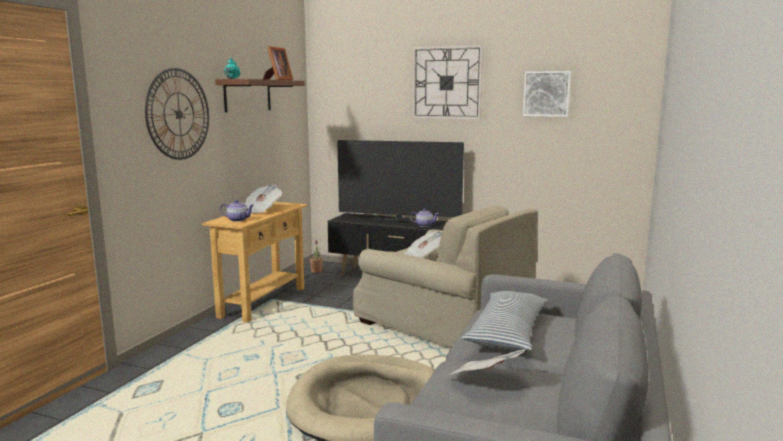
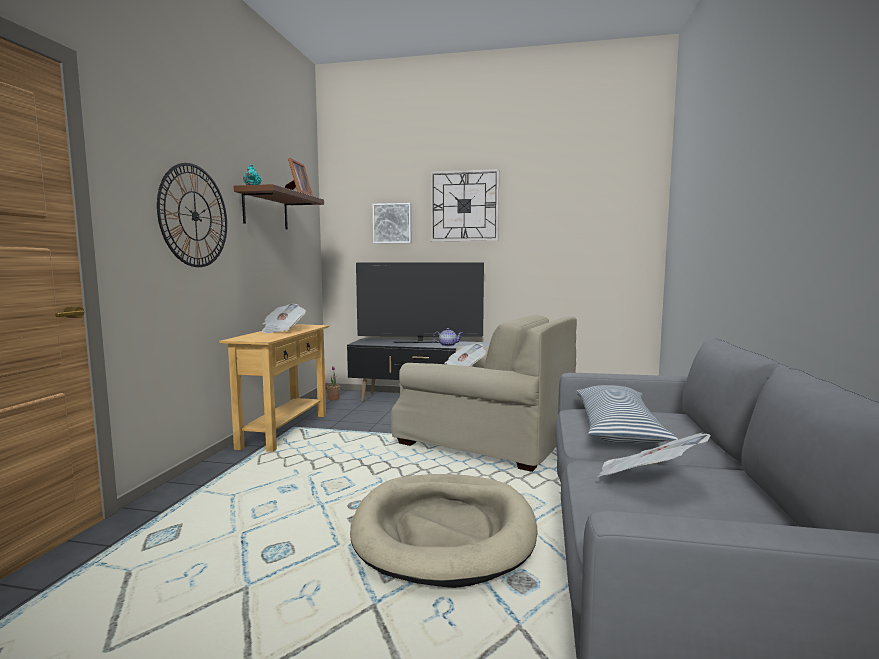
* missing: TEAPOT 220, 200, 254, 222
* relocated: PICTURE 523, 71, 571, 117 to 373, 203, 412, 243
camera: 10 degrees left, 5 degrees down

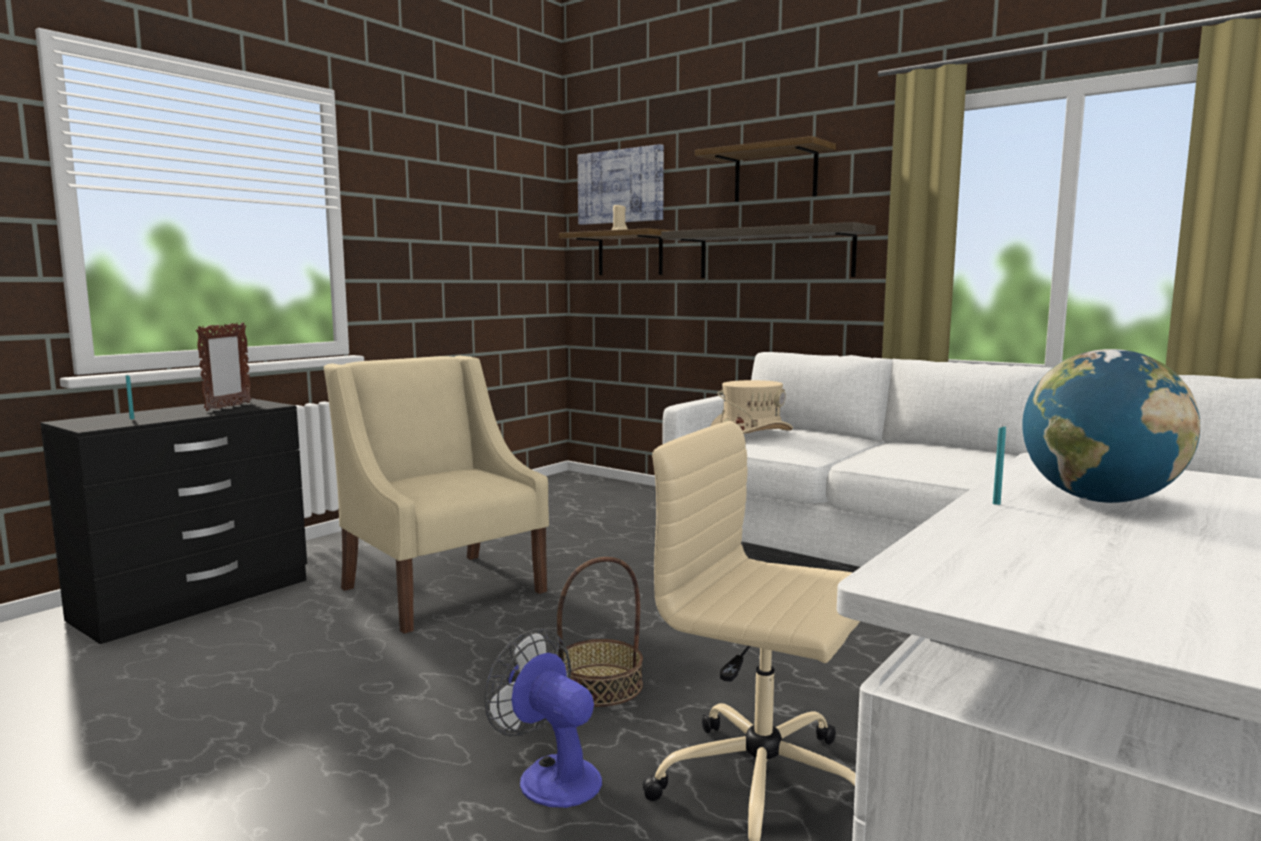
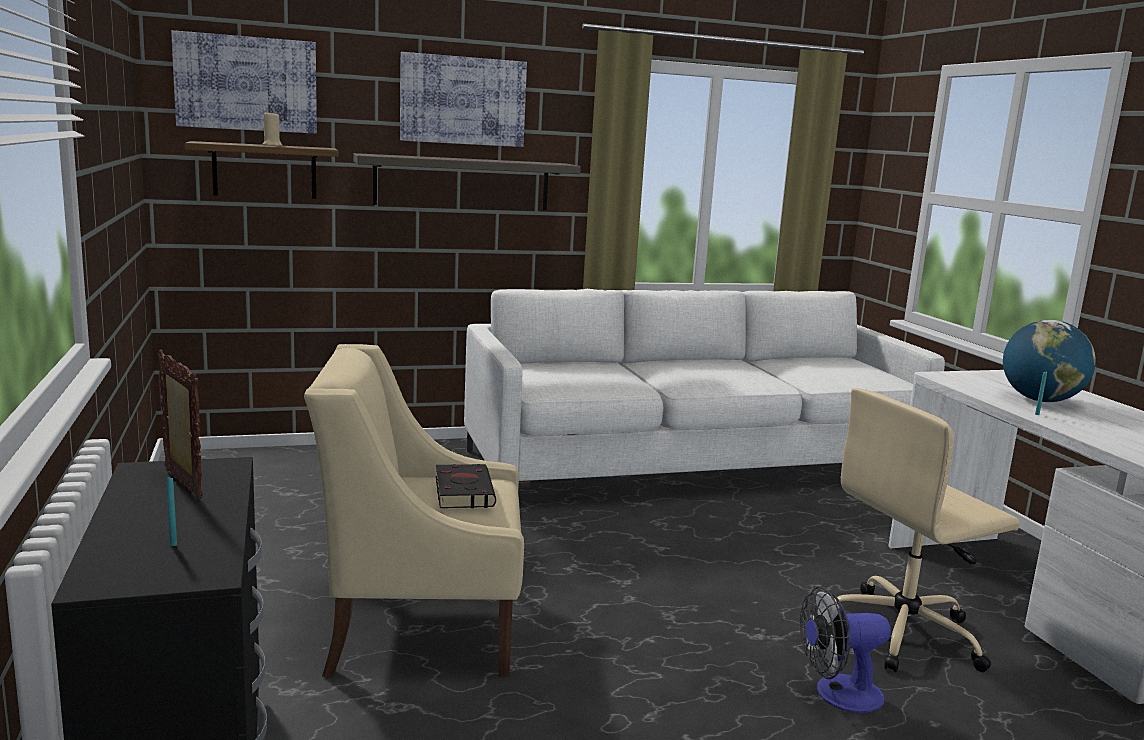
* missing: BASKET 557, 557, 643, 707
* missing: BEIGE HAT 711, 380, 793, 434
* appeared: BLACK BOOK 436, 464, 496, 508
* exchanged: SHELF 695, 136, 836, 202 to PICTURE 400, 52, 527, 147
camera: 55 degrees left, 5 degrees up

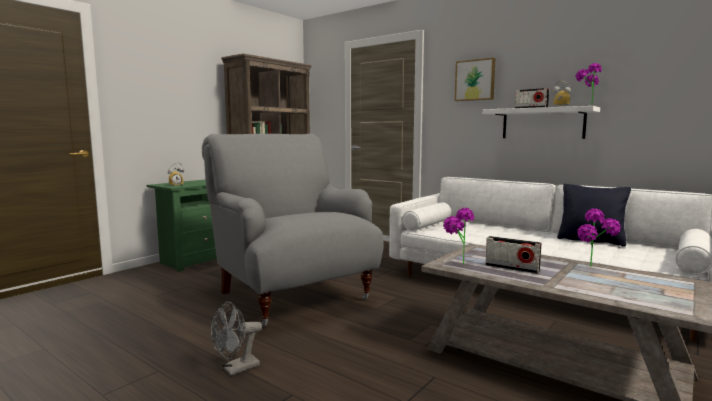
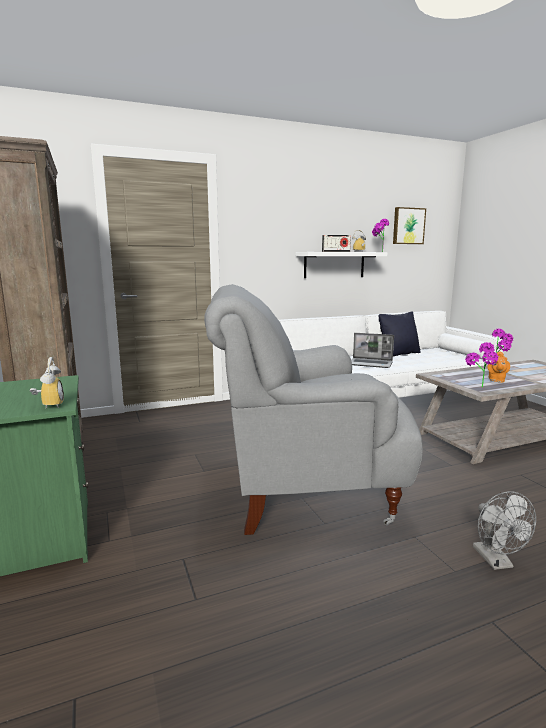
* appeared: LAPTOP 351, 333, 394, 368
* relocated: PICTURE 455, 58, 496, 101 to 393, 207, 426, 244
* exchanged: RADIO 485, 236, 542, 274 to ORANGE TEAPOT 487, 351, 510, 383
camera: 60 degrees left, 5 degrees up

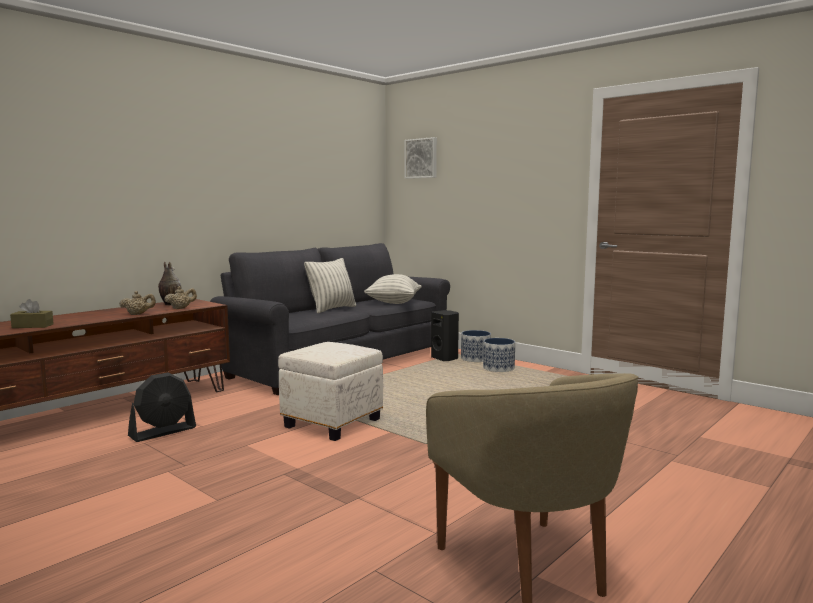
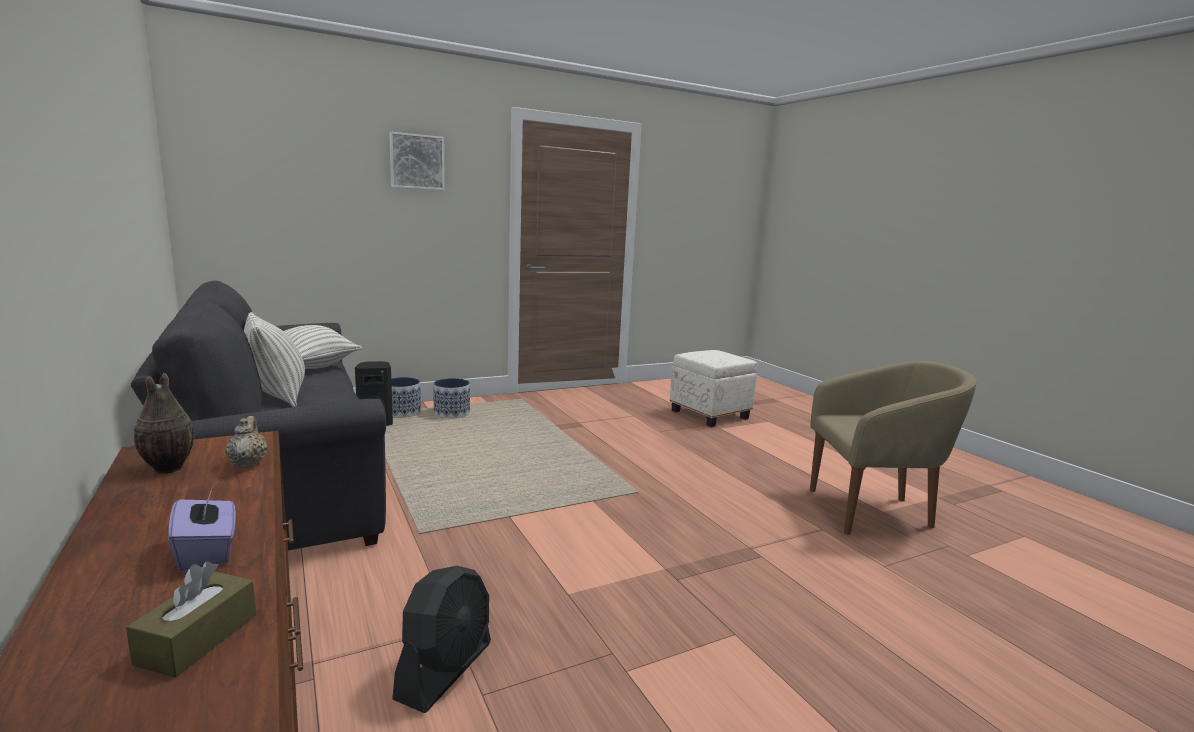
* missing: BEIGE TEAPOT 119, 291, 156, 315
* appeared: PURPLE TISSUE BOX 168, 487, 236, 572
* relocated: WHITE OTTOMAN 278, 342, 383, 441 to 670, 350, 758, 427
* relocated: PICTURE 404, 137, 437, 179 to 389, 132, 445, 190
* spun: BLACK FAN 128, 372, 196, 442 = 392, 566, 491, 713 45 degrees clockwise
camera: 70 degrees left, 5 degrees up

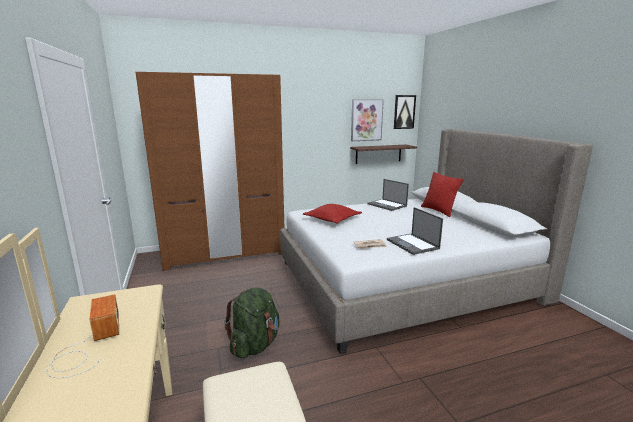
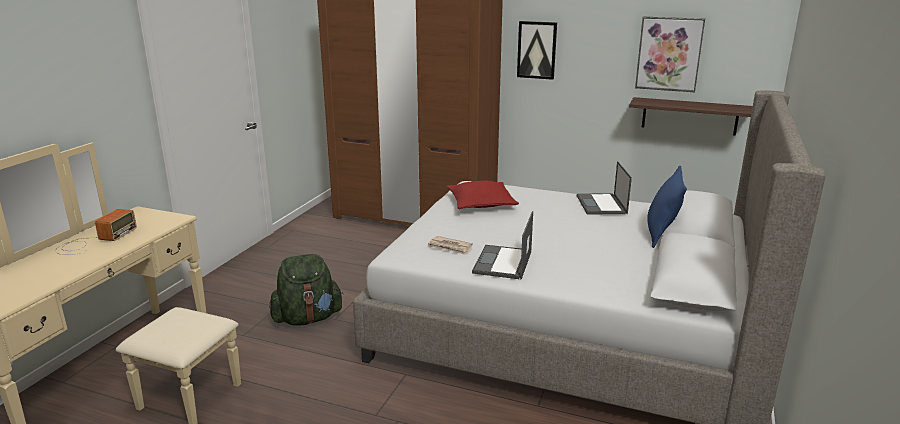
* relocated: PICTURE 394, 95, 416, 129 to 517, 21, 557, 80
* colour: RED PILLOW 421, 172, 464, 217 to BLUE PILLOW 647, 166, 687, 248
camera: 40 degrees right, 5 degrees up

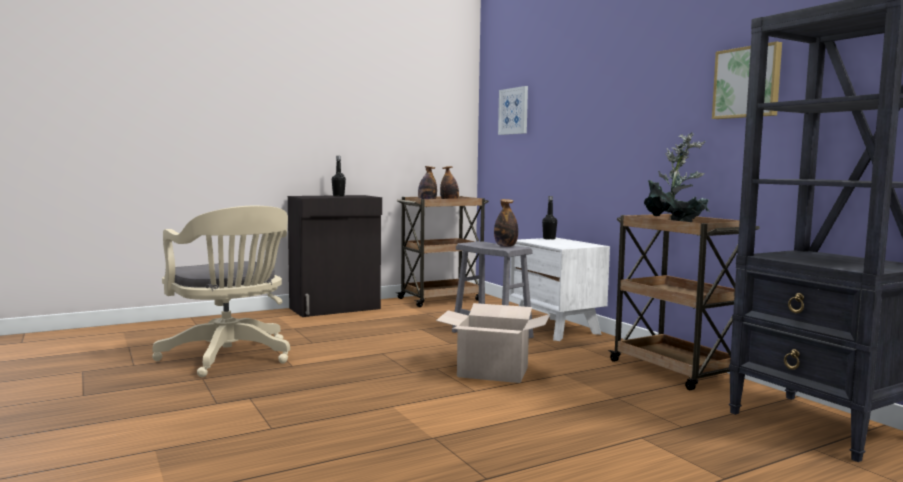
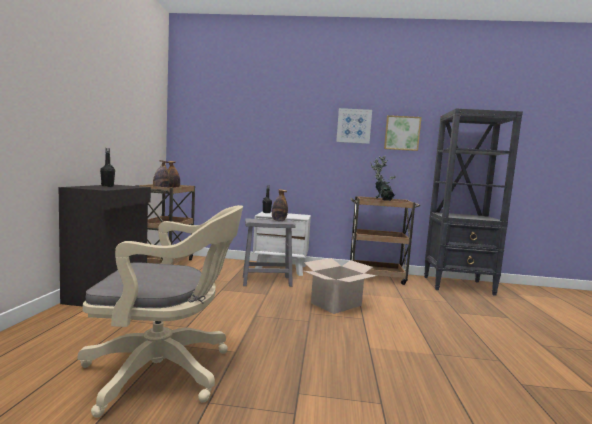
* relocated: PICTURE 498, 86, 528, 135 to 336, 108, 372, 144
camera: 55 degrees left, 0 degrees up

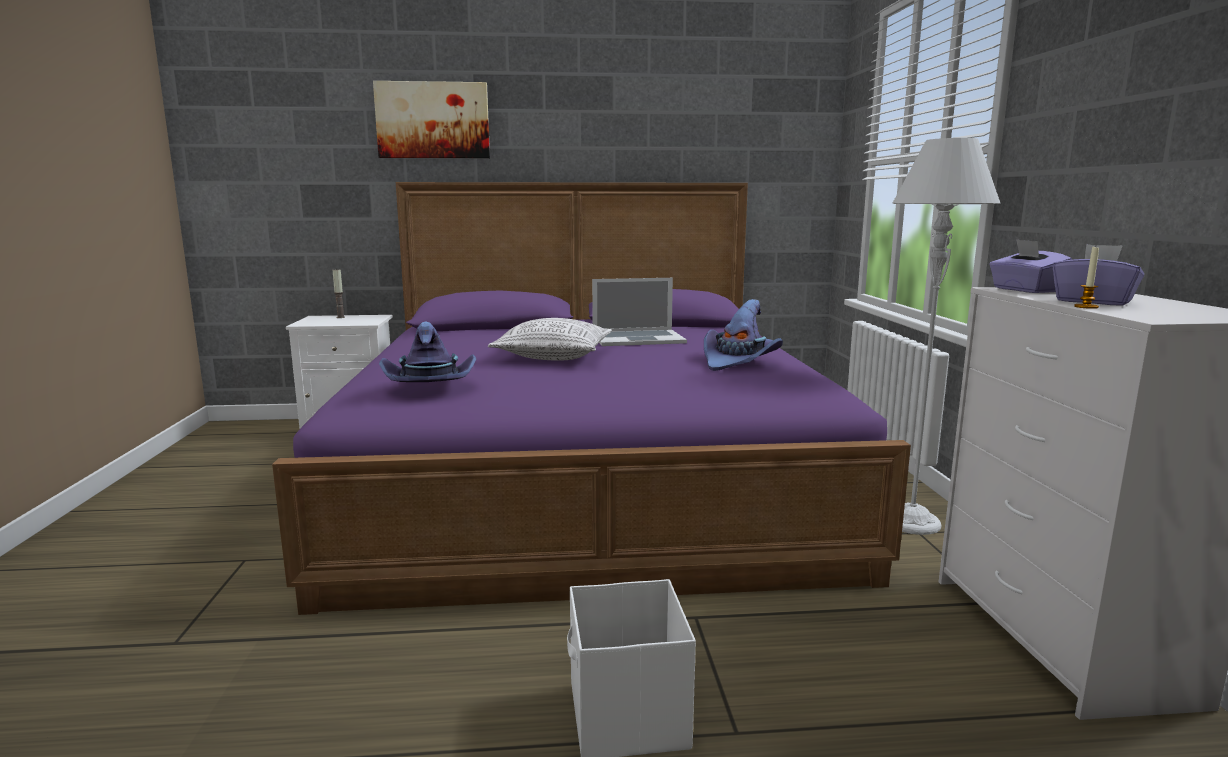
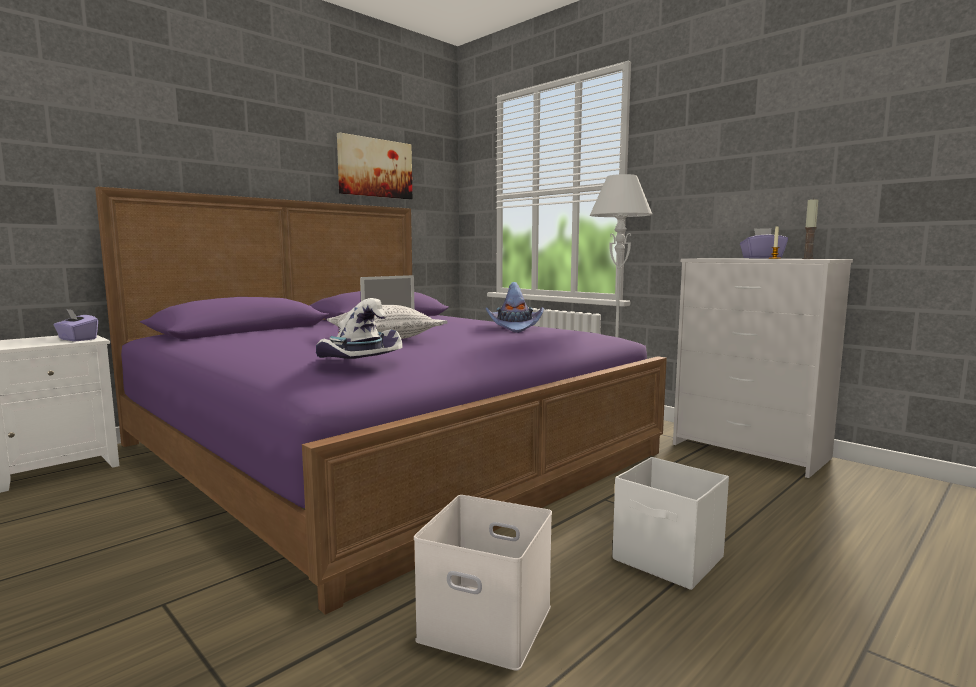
* appeared: WHITE STORAGE BOX 414, 495, 552, 671
* relocated: CANDLE 333, 268, 345, 318 to 803, 198, 818, 259
* relocated: PICTURE 373, 81, 490, 158 to 337, 132, 413, 199
* relocated: PURPLE TISSUE BOX 989, 239, 1072, 293 to 53, 309, 98, 341
* colour: PURPLE HAT 379, 321, 476, 382 to WHITE HAT 316, 298, 403, 359
camera: 40 degrees left, 5 degrees down

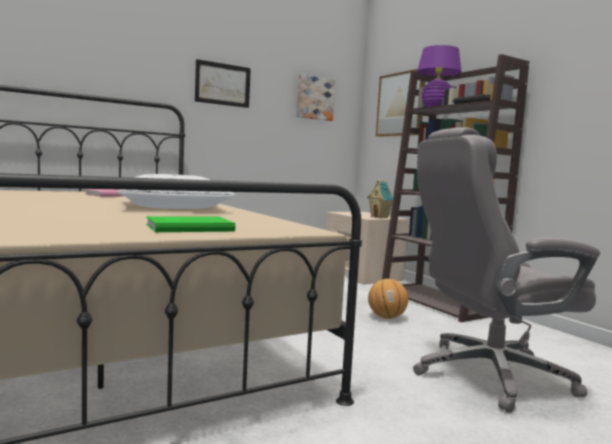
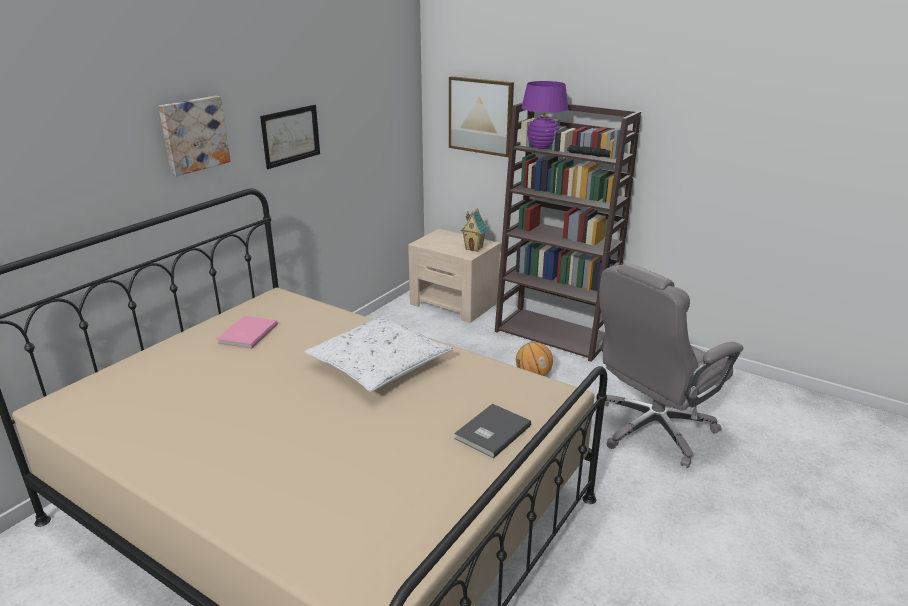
* relocated: PICTURE 297, 74, 335, 121 to 159, 96, 231, 176
* colour: GREEN BOOK 146, 216, 235, 232 to GREY BOOK 454, 404, 531, 459
camera: 25 degrees left, 20 degrees up

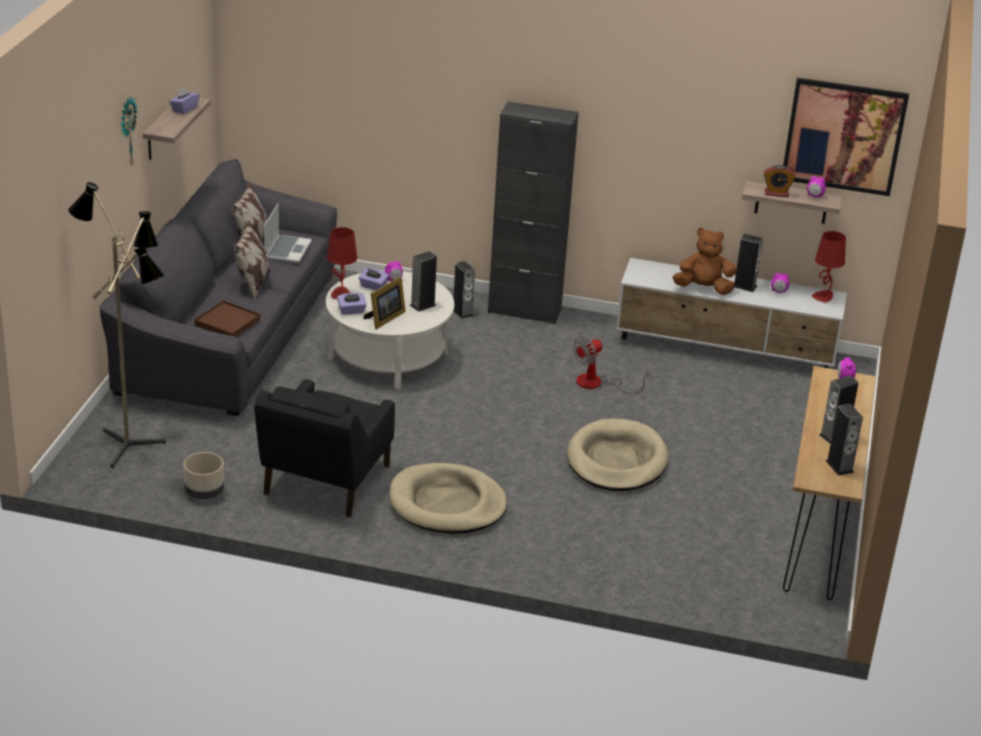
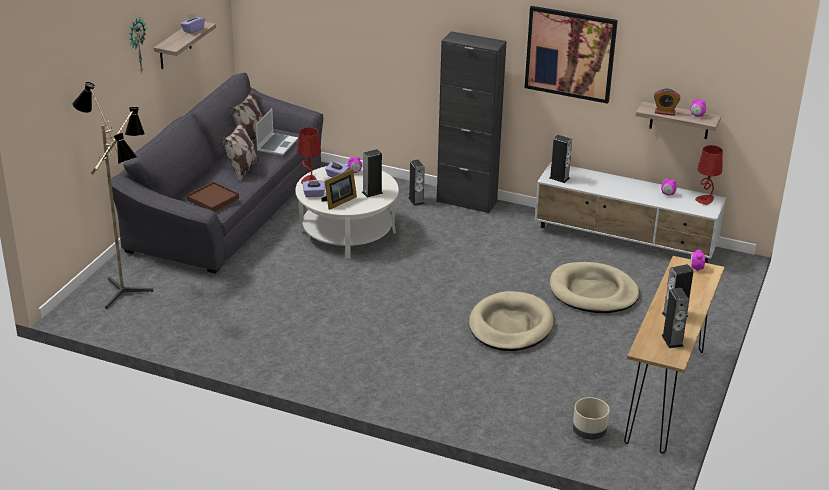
* missing: BLACK ARMCHAIR 254, 379, 395, 517
* missing: FAN 573, 336, 651, 394
* missing: BROWN PLUSH TOY 673, 228, 737, 295
* relocated: BEIGE PLANTER 183, 452, 224, 499 to 573, 397, 610, 440
* relocated: BEIGE DOG BED 389, 463, 507, 534 to 550, 262, 639, 313
* relocated: SPEAKER 734, 234, 763, 292 to 549, 135, 572, 183
* relocated: PICTURE 783, 78, 909, 196 to 525, 6, 618, 104
camera: 10 degrees right, 0 degrees up

